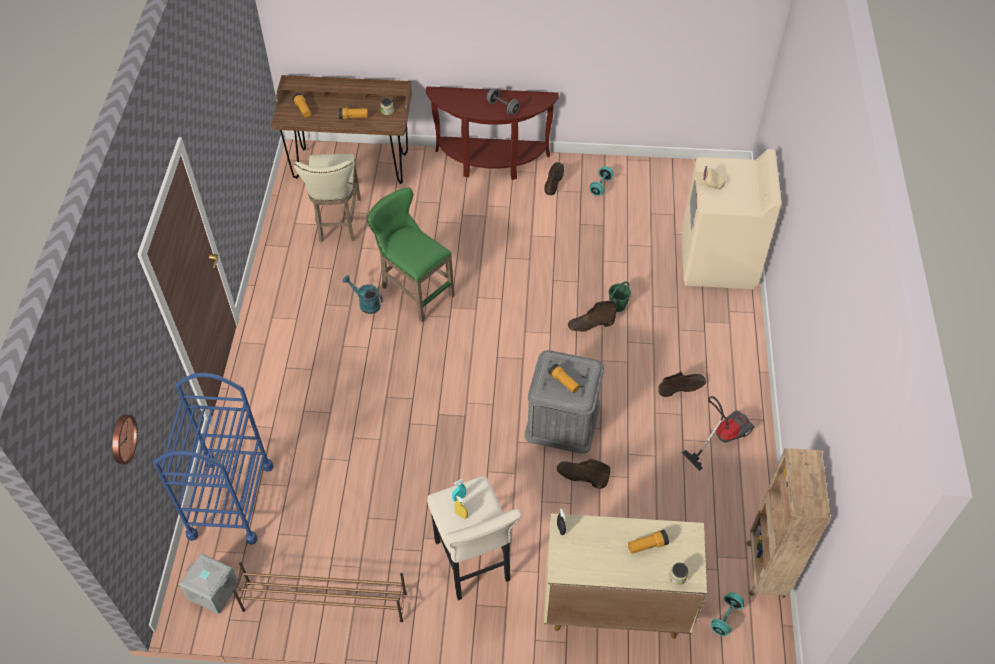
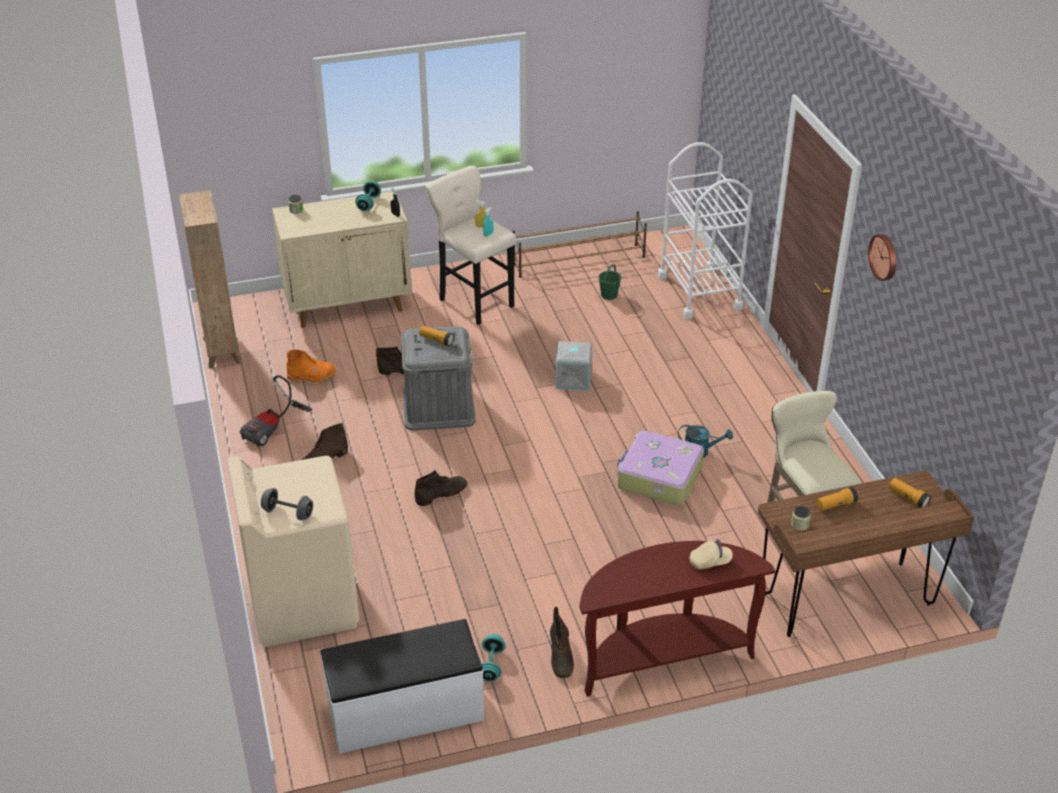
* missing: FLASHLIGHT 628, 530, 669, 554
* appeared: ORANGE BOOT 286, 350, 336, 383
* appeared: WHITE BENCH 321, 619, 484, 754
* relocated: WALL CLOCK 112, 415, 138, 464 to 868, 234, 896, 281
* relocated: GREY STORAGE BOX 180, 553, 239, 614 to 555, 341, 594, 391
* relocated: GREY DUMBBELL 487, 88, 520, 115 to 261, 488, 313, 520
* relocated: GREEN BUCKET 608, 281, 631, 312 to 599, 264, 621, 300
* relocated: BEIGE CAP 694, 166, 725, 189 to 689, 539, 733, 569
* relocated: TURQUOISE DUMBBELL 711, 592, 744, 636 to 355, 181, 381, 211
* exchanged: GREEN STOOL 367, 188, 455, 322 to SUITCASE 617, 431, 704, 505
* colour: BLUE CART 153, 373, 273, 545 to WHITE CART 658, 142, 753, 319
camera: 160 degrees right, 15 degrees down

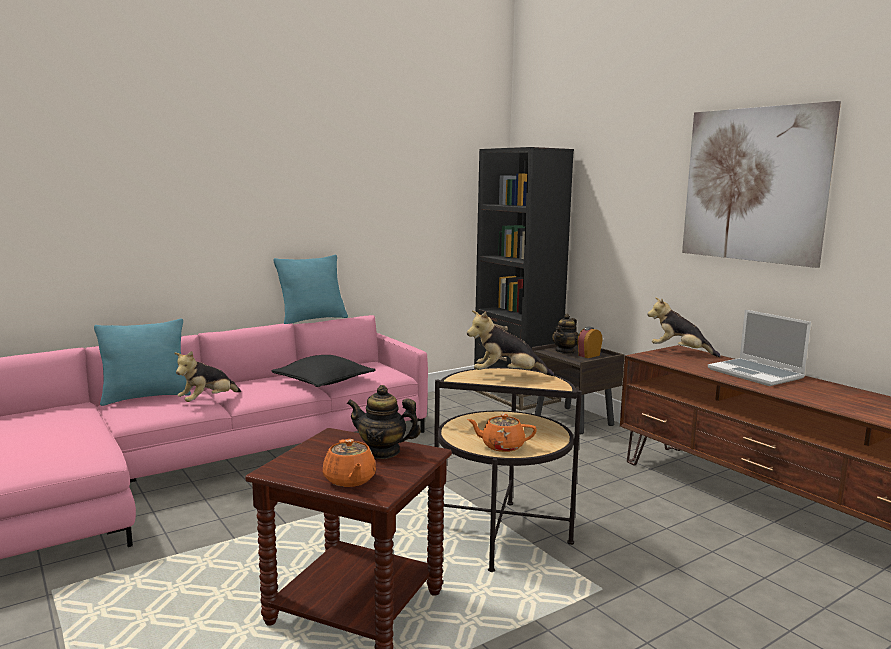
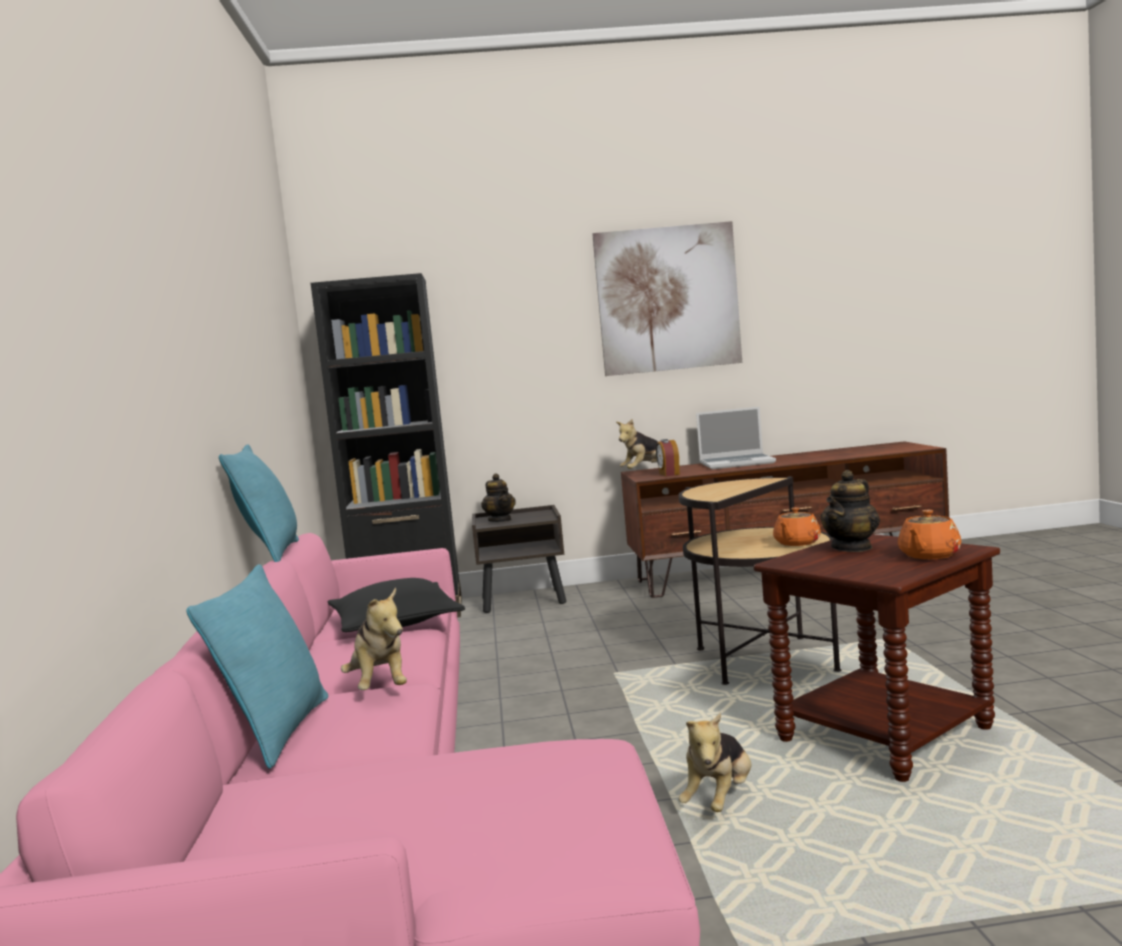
* relocated: PLUSH TOY 467, 310, 554, 376 to 679, 713, 752, 812
* relocated: ALARM CLOCK 577, 327, 602, 358 to 656, 439, 680, 476
* spun: ORANGE TEAPOT 323, 439, 376, 487 = 898, 510, 961, 559 120 degrees clockwise
camera: 60 degrees left, 5 degrees down

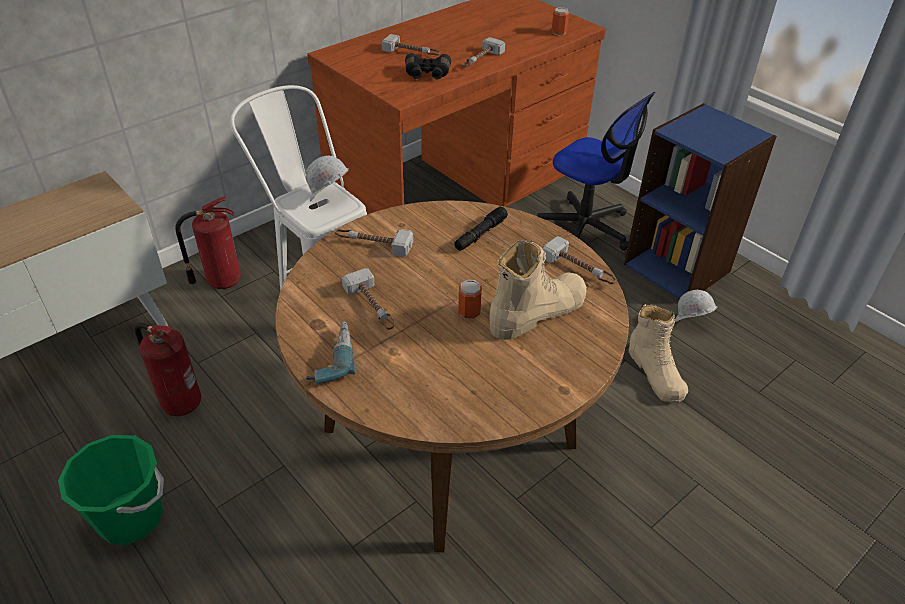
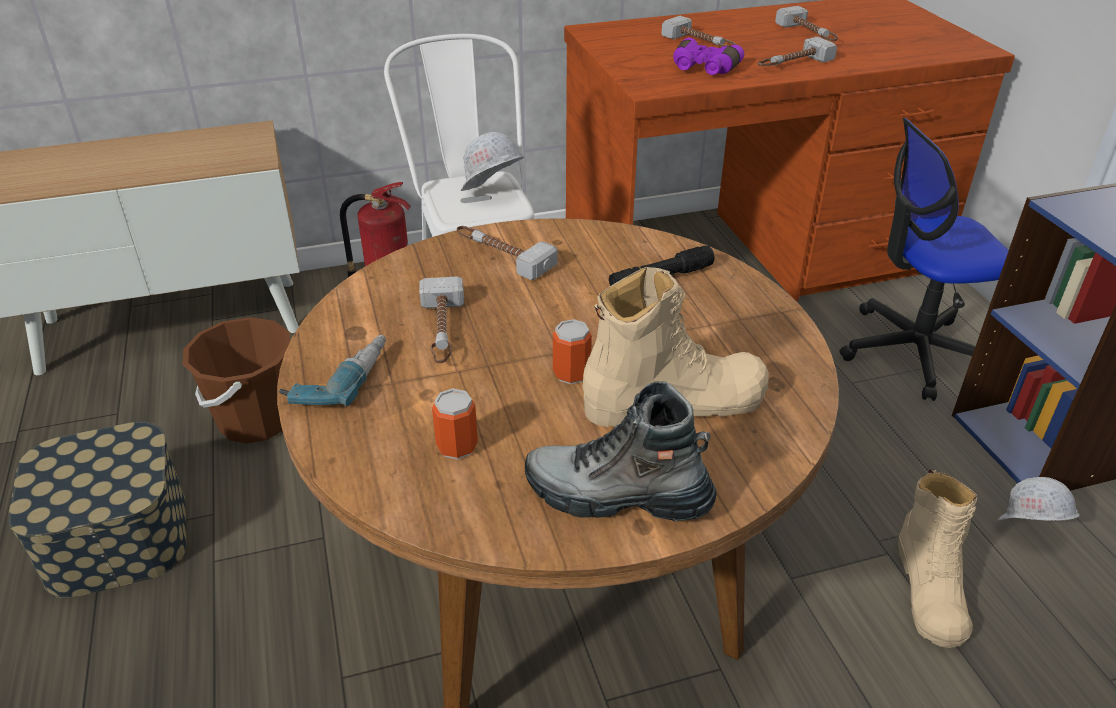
* appeared: BOOT 525, 381, 716, 521
* relocated: HAMMER 542, 236, 616, 284 to 775, 6, 838, 41
* relocated: CAN 552, 7, 569, 35 to 432, 388, 478, 459
* exchanged: GREEN BUCKET 58, 435, 164, 545 to STORAGE BOX 8, 422, 187, 598
* exchanged: FIRE EXTINGUISHER 135, 323, 201, 416 to BROWN BUCKET 183, 317, 290, 444
* colour: BLACK BINOCULARS 405, 53, 451, 79 to PURPLE BINOCULARS 673, 38, 744, 75
* spun: OFFICE CHAIR 537, 92, 655, 251 = 840, 118, 1009, 401 105 degrees clockwise
camera: 25 degrees right, 5 degrees down

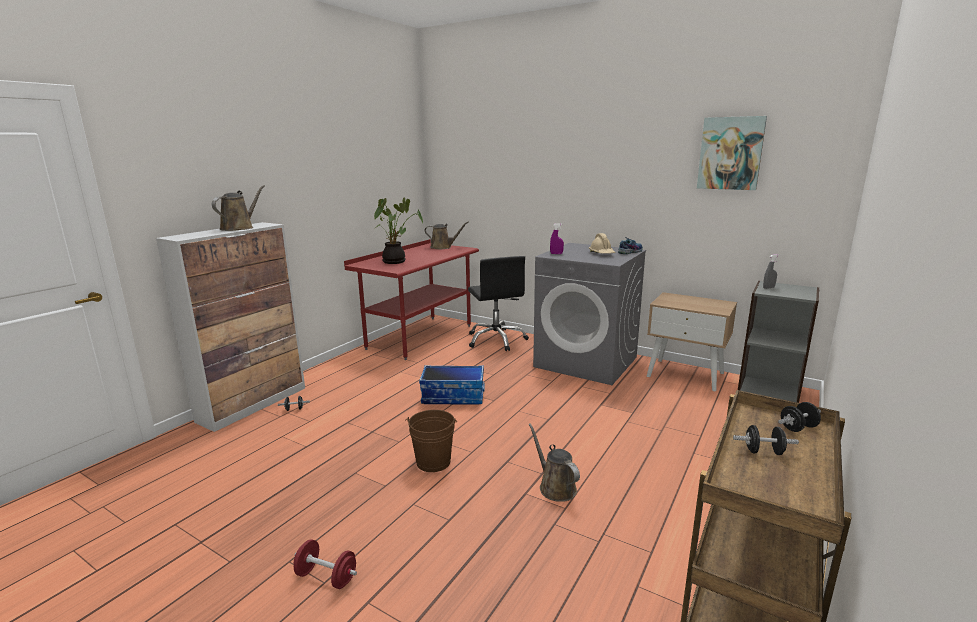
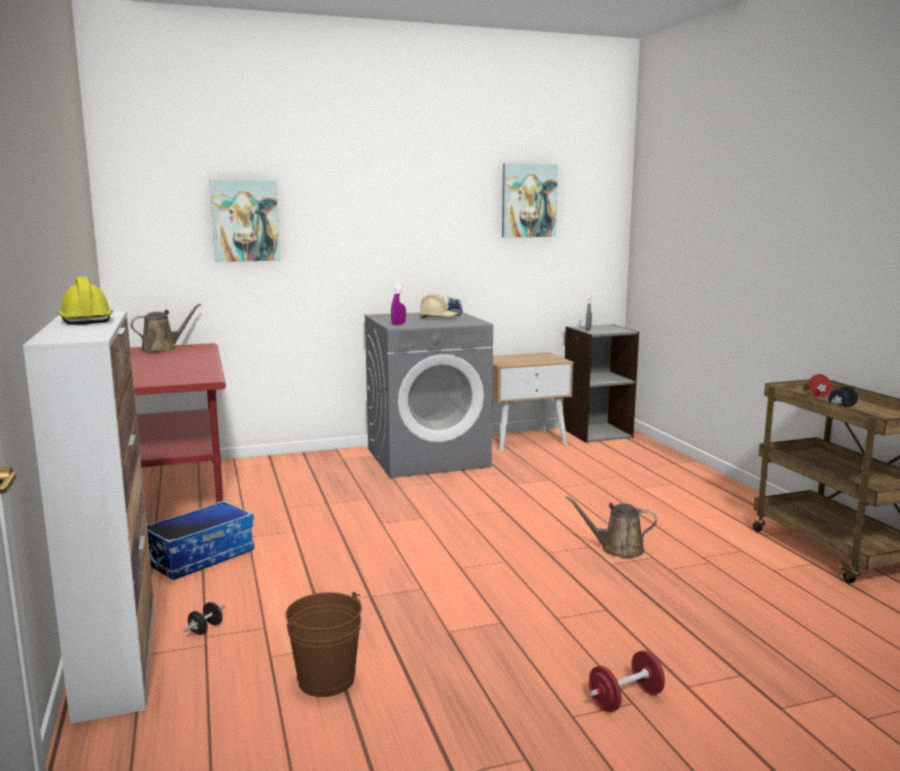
* missing: POTTED PLANT 374, 197, 423, 264
* missing: BLACK OFFICE CHAIR 468, 256, 529, 351
* appeared: PICTURE 210, 180, 280, 262
* relocated: BROWN BUCKET 405, 410, 457, 472 to 286, 592, 362, 697
* relocated: STORAGE BOX 419, 365, 485, 405 to 147, 501, 255, 580
* exchanged: BROWN WATERING CAN 212, 185, 265, 231 to YELLOW HARD HAT 58, 277, 113, 325
* colour: BLACK DUMBBELL 778, 402, 821, 432 to RED DUMBBELL 808, 374, 832, 397
camera: 50 degrees left, 5 degrees down

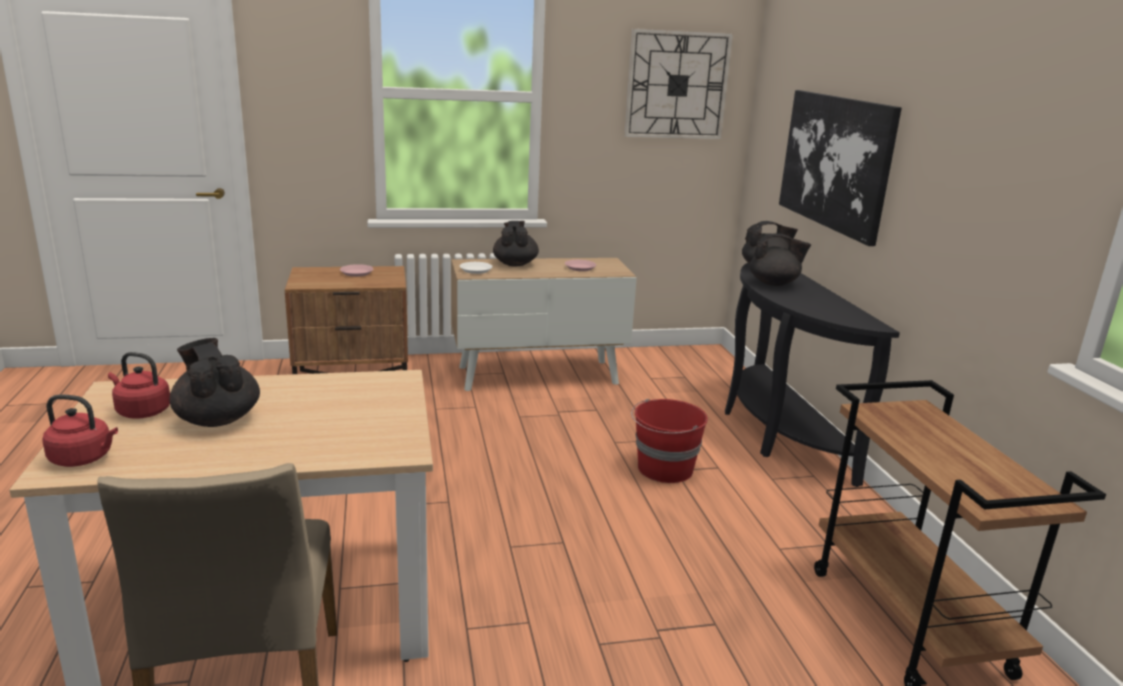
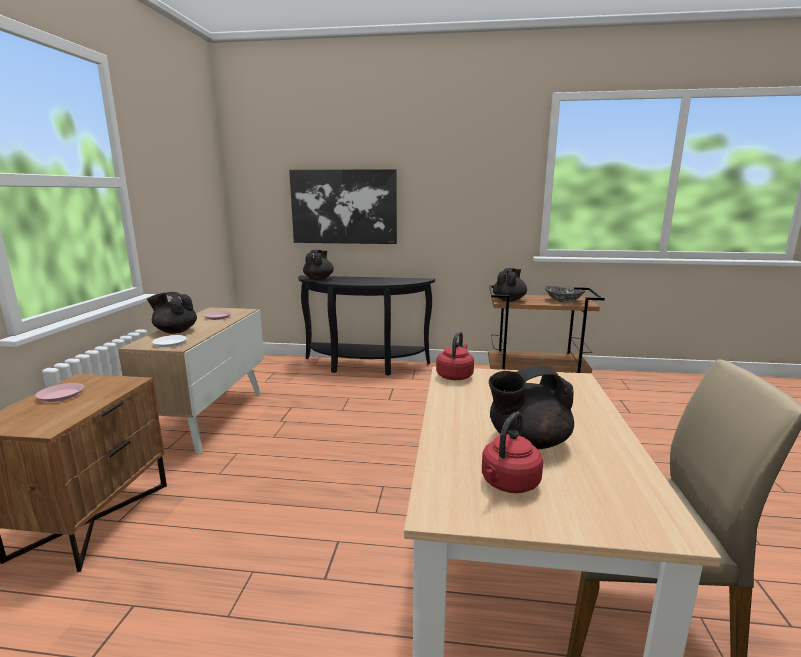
* missing: WALL CLOCK 624, 28, 733, 139
* missing: RED BUCKET 631, 399, 708, 483
* appeared: BOWL 545, 286, 586, 303
* relocated: RED KETTLE 42, 395, 118, 467 to 436, 331, 474, 380
* relocated: BLACK TEAPOT 749, 233, 811, 286 to 493, 268, 527, 301
camera: 70 degrees left, 5 degrees down

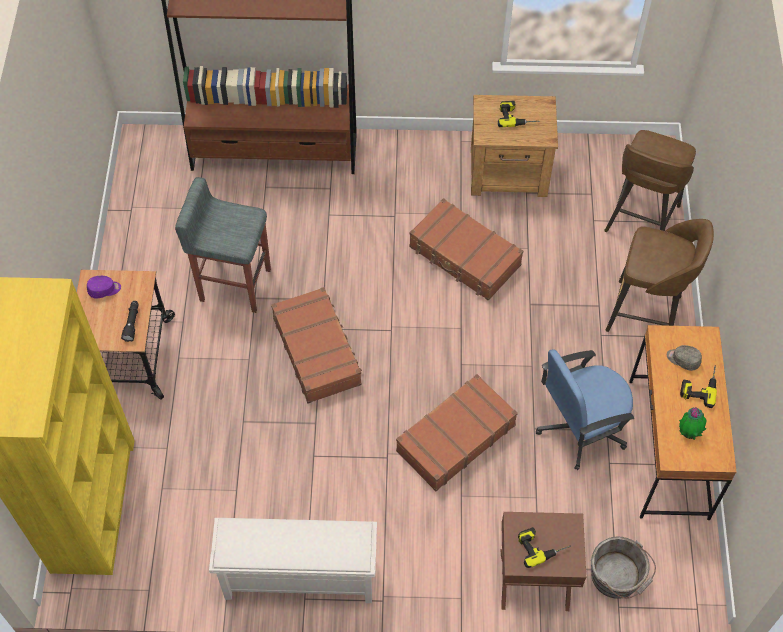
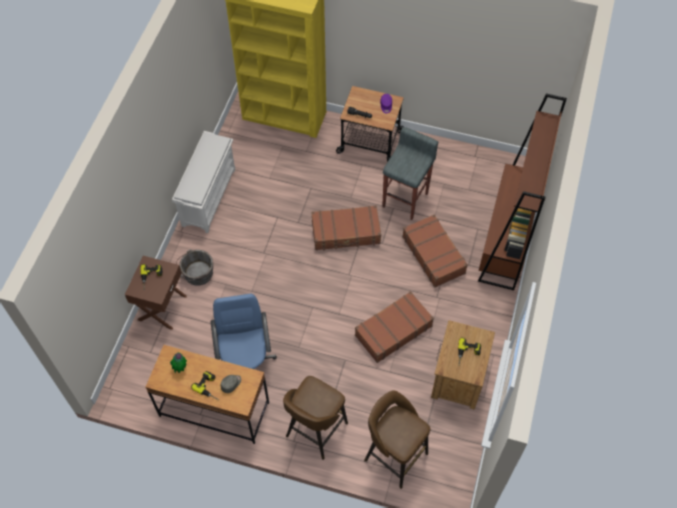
* relocated: BROWN SUITCASE 396, 374, 518, 491 to 402, 215, 468, 288
* relocated: GREY BUCKET 591, 537, 656, 599 to 176, 249, 213, 286
camera: 105 degrees right, 0 degrees up

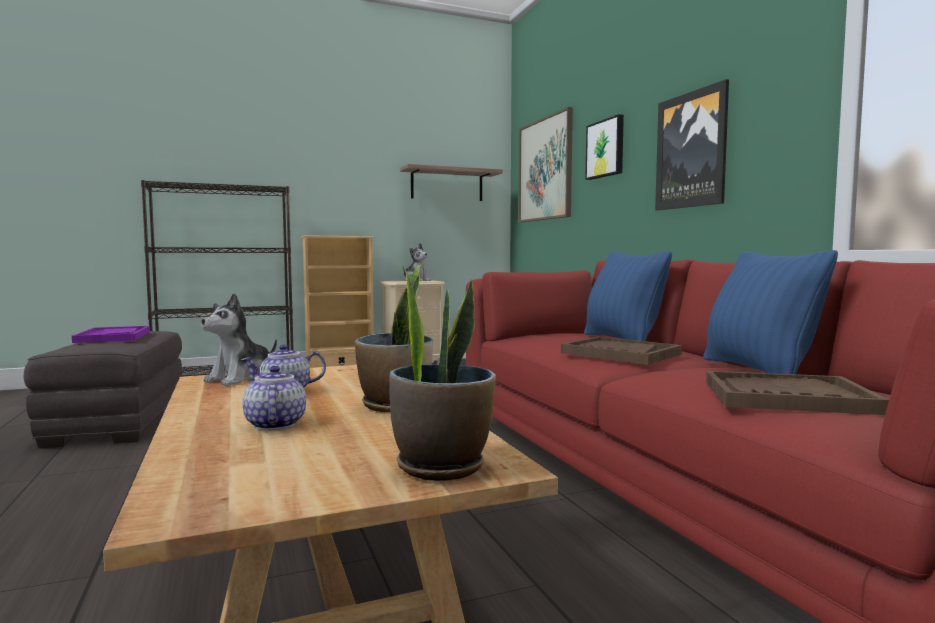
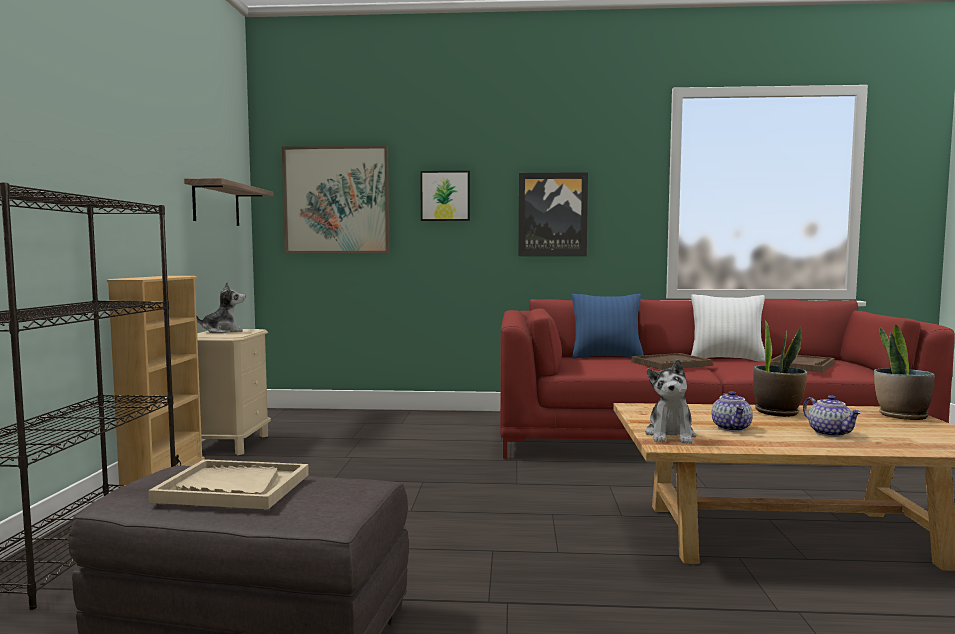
* colour: PURPLE TRAY 72, 326, 150, 343 to BEIGE TRAY 148, 459, 309, 509
* colour: BLUE PILLOW 703, 250, 838, 374 to WHITE PILLOW 691, 294, 765, 362
* spun: PLUSH TOY 201, 293, 277, 386 = 645, 359, 696, 444 45 degrees clockwise
* spun: TEAPOT 243, 366, 306, 430 = 803, 395, 861, 437 120 degrees counterclockwise
camera: 65 degrees left, 0 degrees up

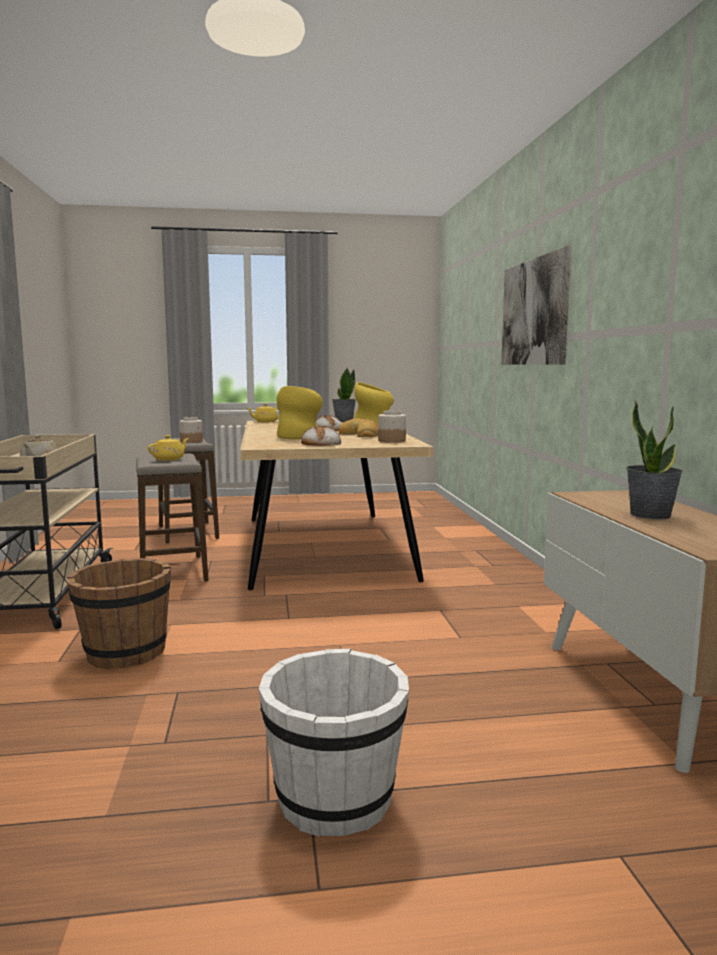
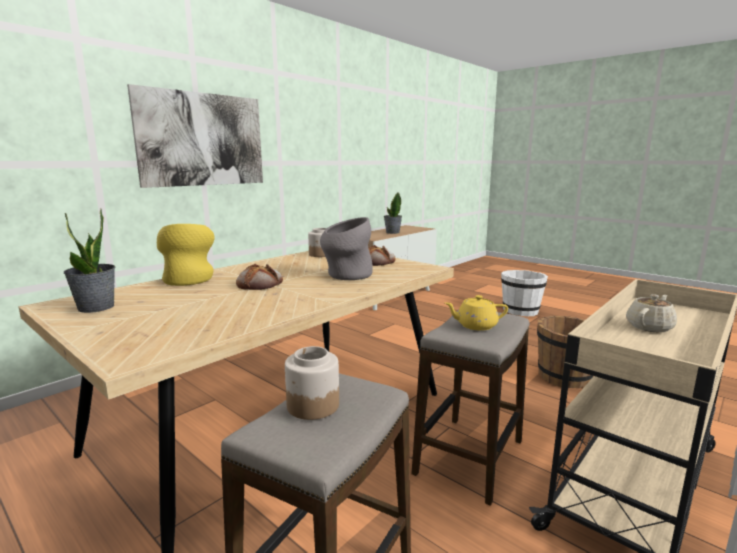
* missing: YELLOW TEAPOT 247, 404, 280, 423
* missing: BREAD 338, 418, 378, 437
* colour: YELLOW VASE 276, 386, 323, 439 to GREY VASE 320, 217, 373, 280
camera: 130 degrees left, 5 degrees up

